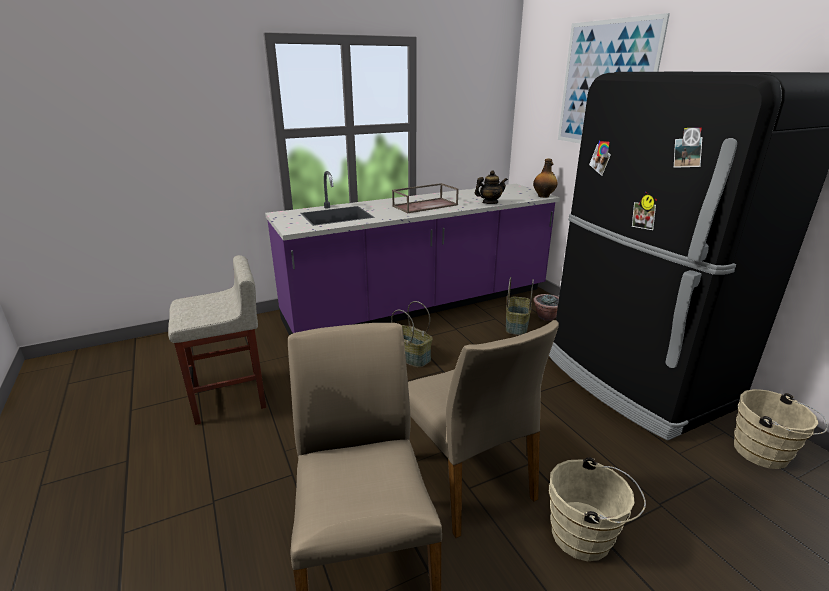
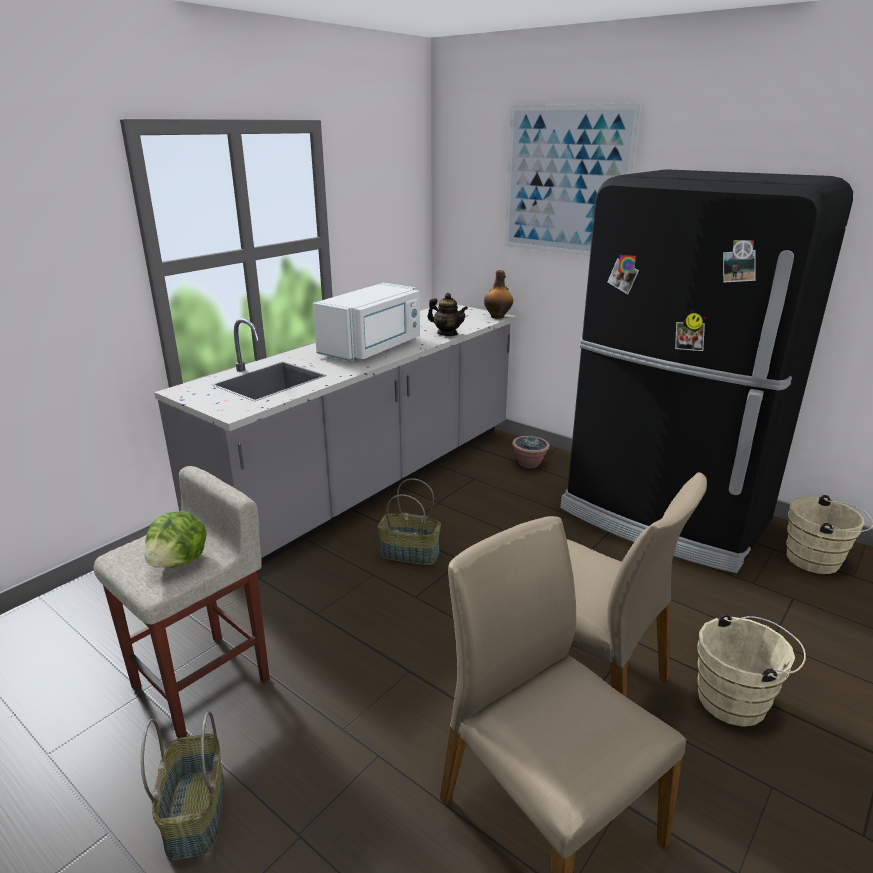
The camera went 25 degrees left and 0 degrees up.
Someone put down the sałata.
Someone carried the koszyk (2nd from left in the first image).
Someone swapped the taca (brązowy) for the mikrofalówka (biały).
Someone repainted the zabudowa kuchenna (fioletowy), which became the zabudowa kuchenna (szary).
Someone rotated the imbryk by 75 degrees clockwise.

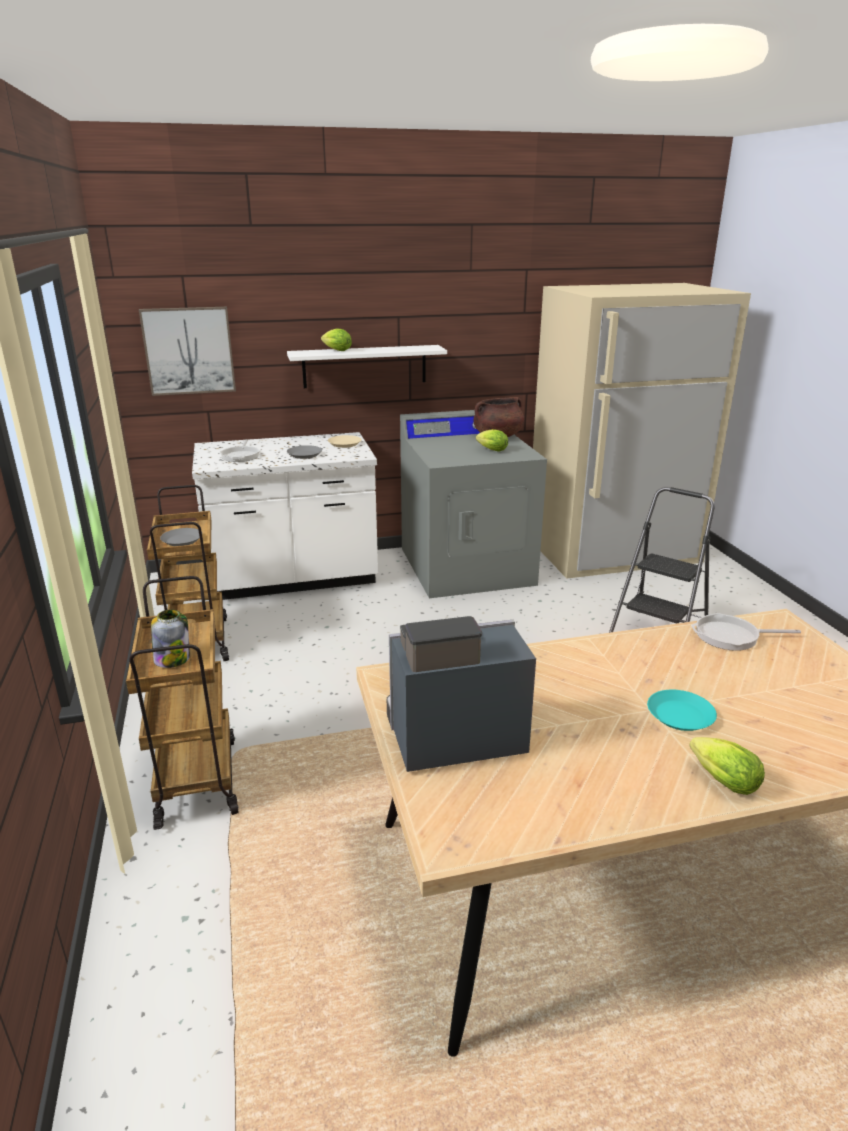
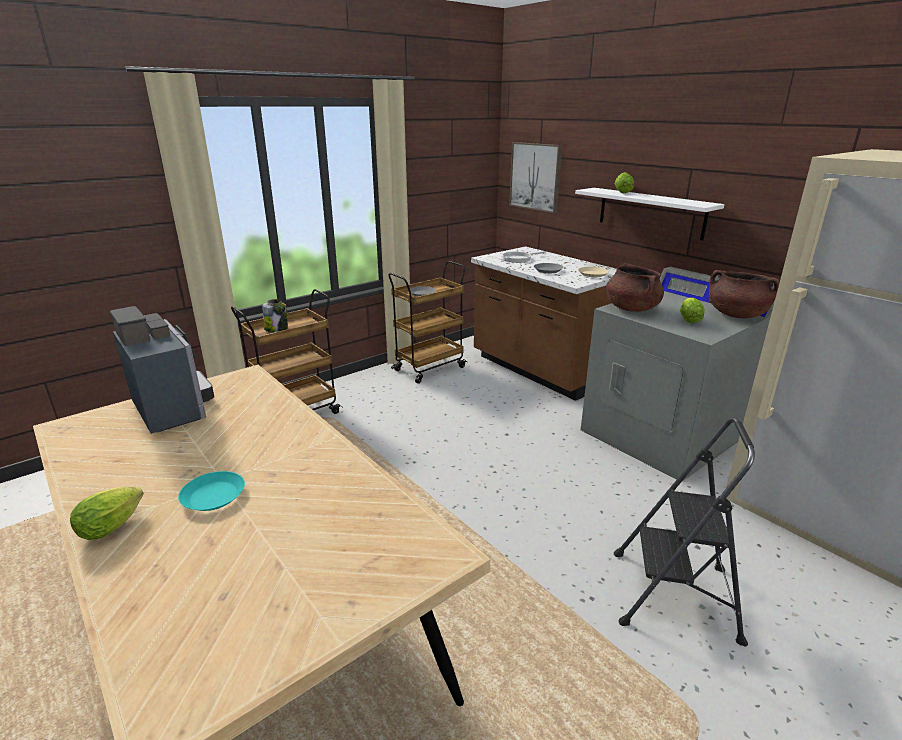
The camera went 65 degrees right and 0 degrees up.
Someone took away the patelnia (2nd from left).
Someone put down the garnek (brązowy) (1st from left).
Someone repainted the zabudowa kuchenna (biały), which became the zabudowa kuchenna (brązowy).

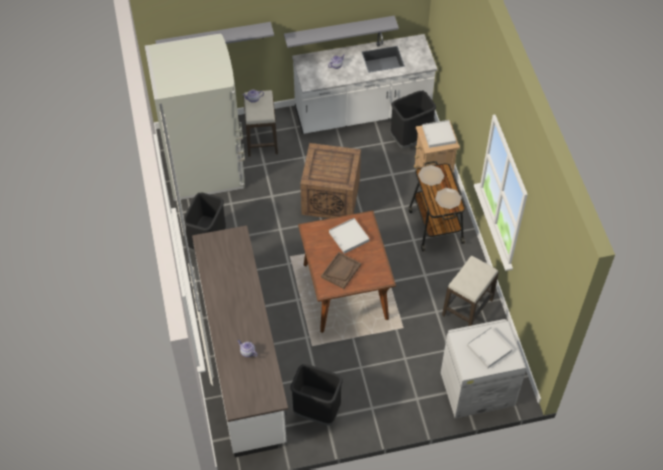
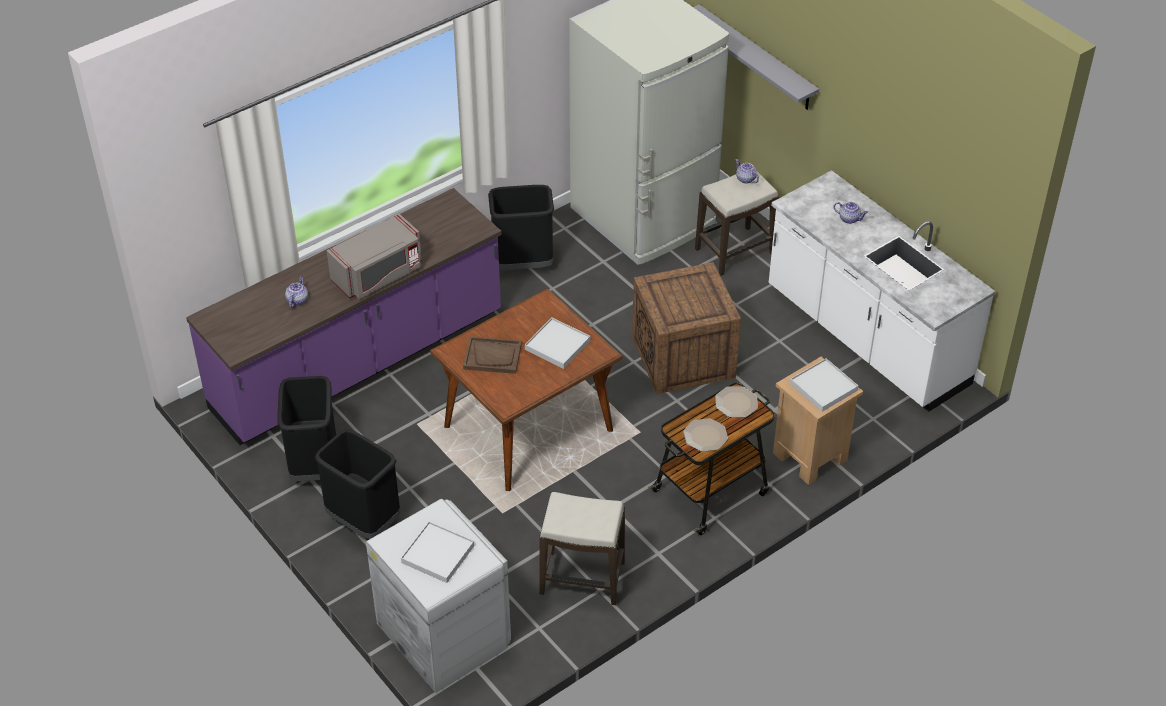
The camera went 65 degrees right and 10 degrees down.
Someone took away the półka (szary) (2nd from left).
Someone put down the mikrofalówka (szary).
Someone carried the kosz na śmieci (czarny) (3rd from left in the first image).
Someone repainted the zabudowa kuchenna (biały) (1st from left), which became the zabudowa kuchenna (fioletowy).

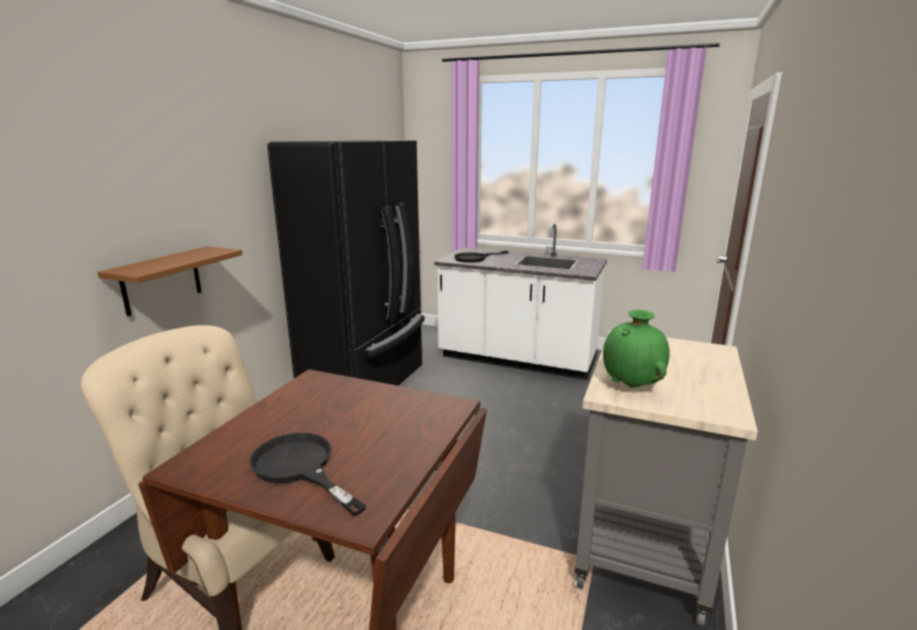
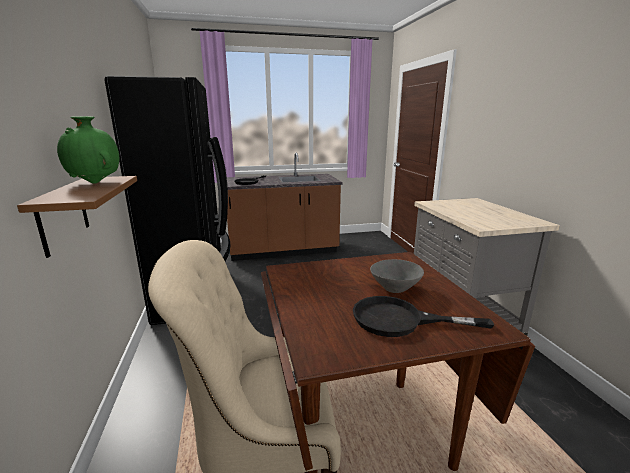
The camera went 35 degrees left and 0 degrees up.
Someone put down the miska (szary).
Someone carried the wazon (zielony).
Someone repainted the zabudowa kuchenna (biały), which became the zabudowa kuchenna (brązowy).

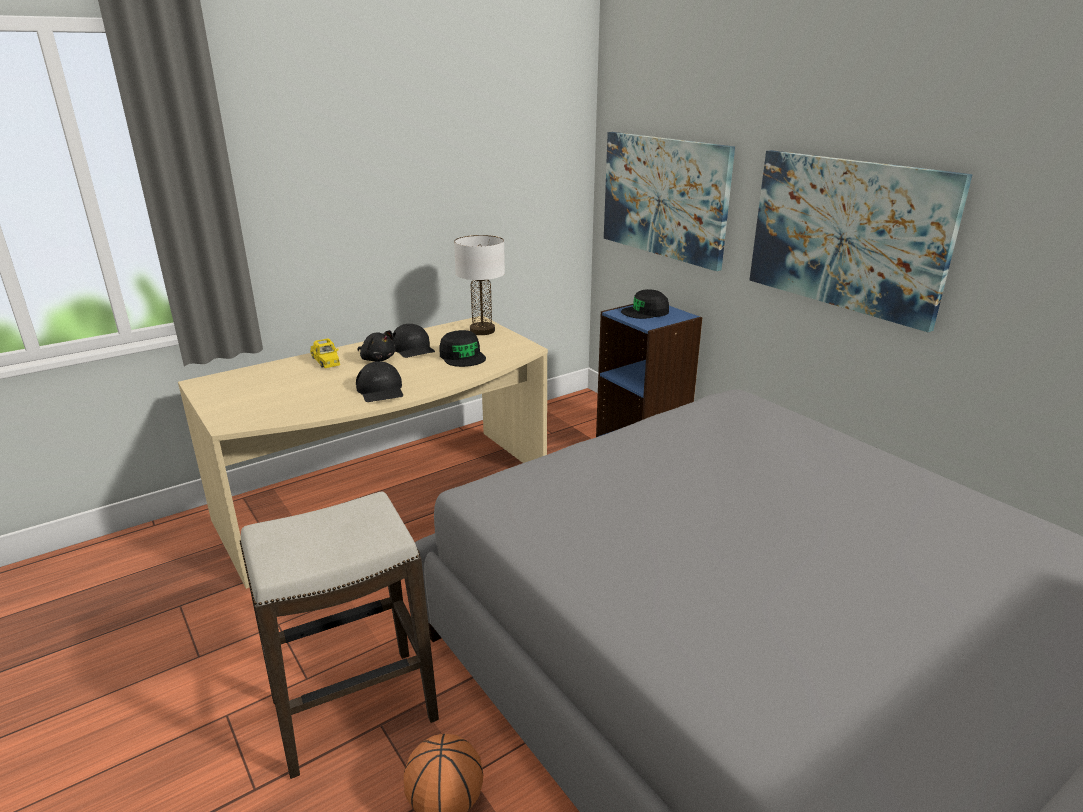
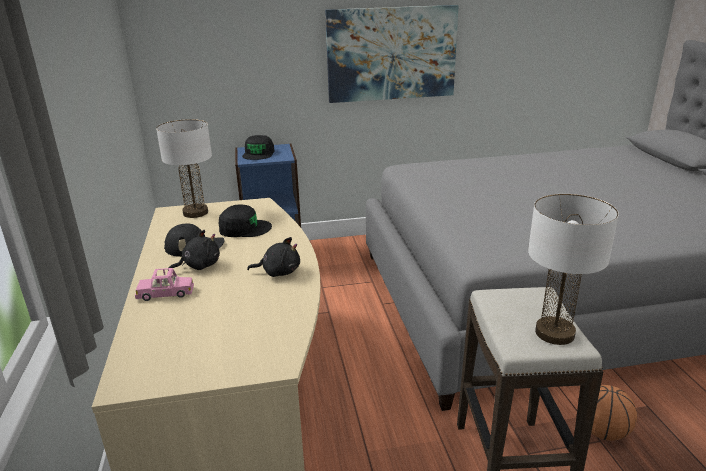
The camera went 65 degrees left and 0 degrees up.
Someone took away the obraz (1st from left).
Someone put down the lampa stołowa (2nd from left).
Someone swapped the czapka z daszkiem (czarny) (1st from left) for the pluszak (czarny) (2nd from left).
Someone repainted the samochodzik (żółty), which became the samochodzik (różowy).

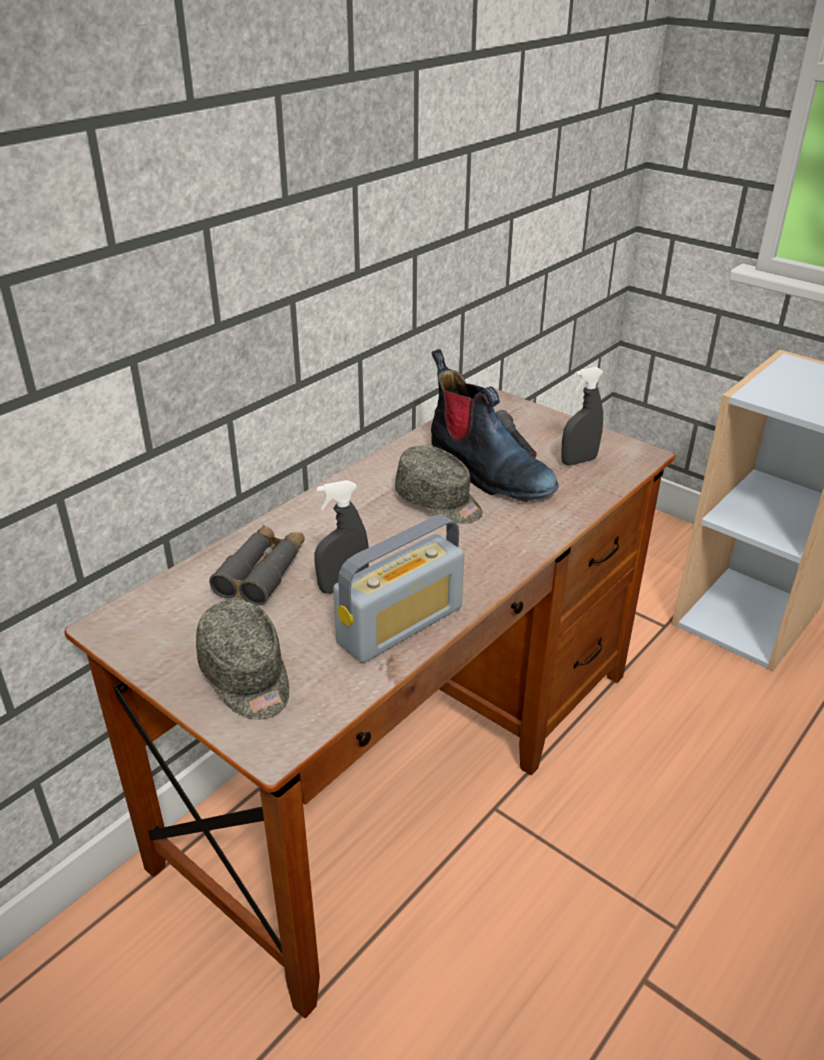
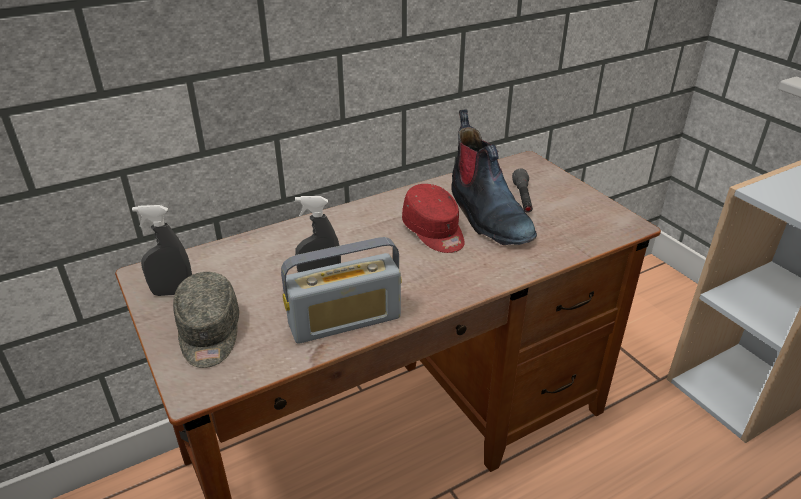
The camera went 20 degrees right and 0 degrees up.
Someone took away the lornetka (szary).
Someone carried the spryskiwacz (szary) (2nd from left in the first image).
Someone repainted the czapka z daszkiem (szary) (2nd from left), which became the czapka z daszkiem (czerwony).

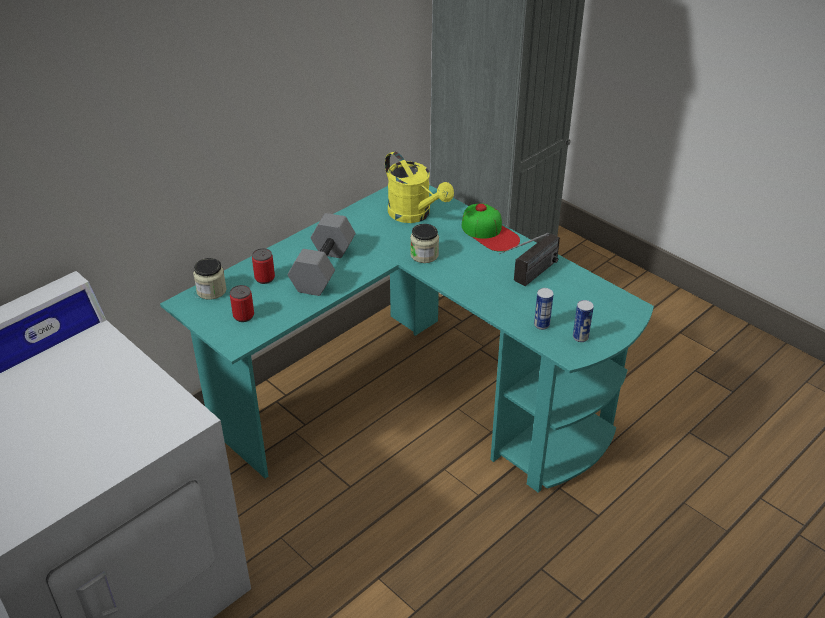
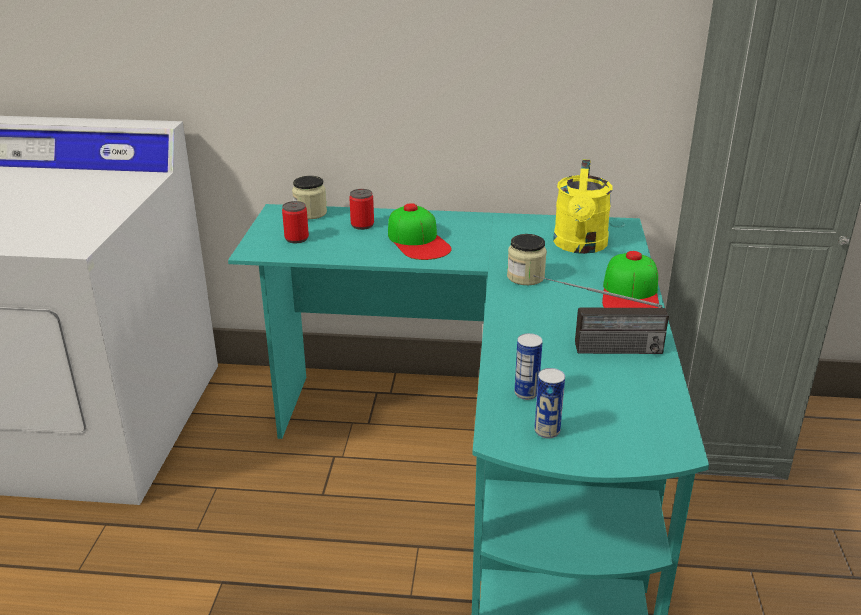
The camera went 50 degrees right and 10 degrees down.
Someone swapped the hantel (szary) for the czapka z daszkiem (1st from left).

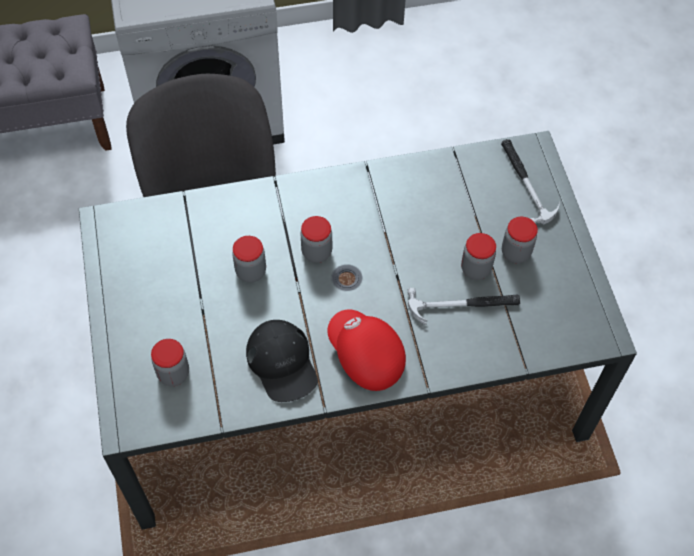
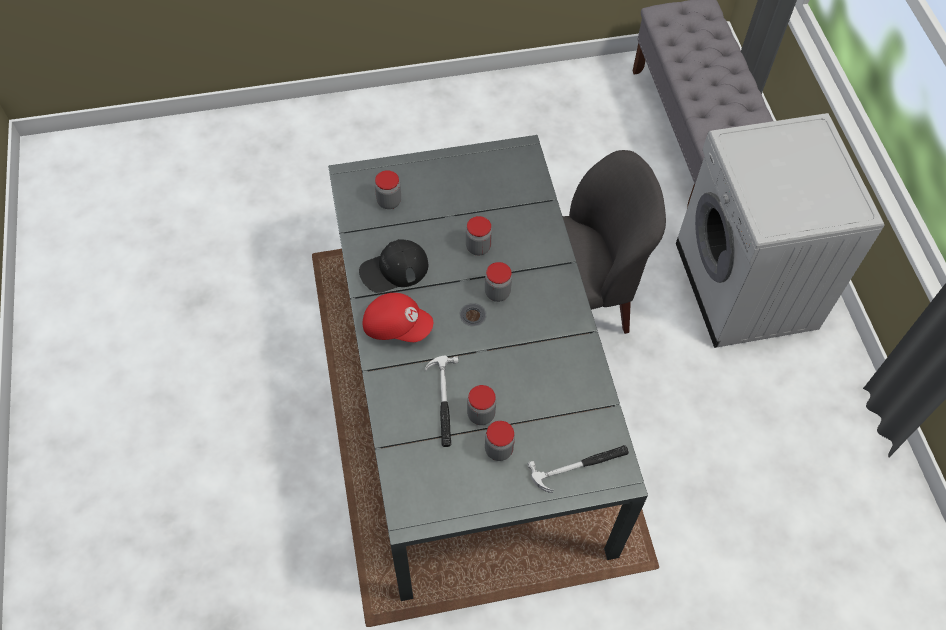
The camera went 90 degrees right and 0 degrees up.
Someone rotated the czapka z daszkiem (czerwony) by 60 degrees clockwise.

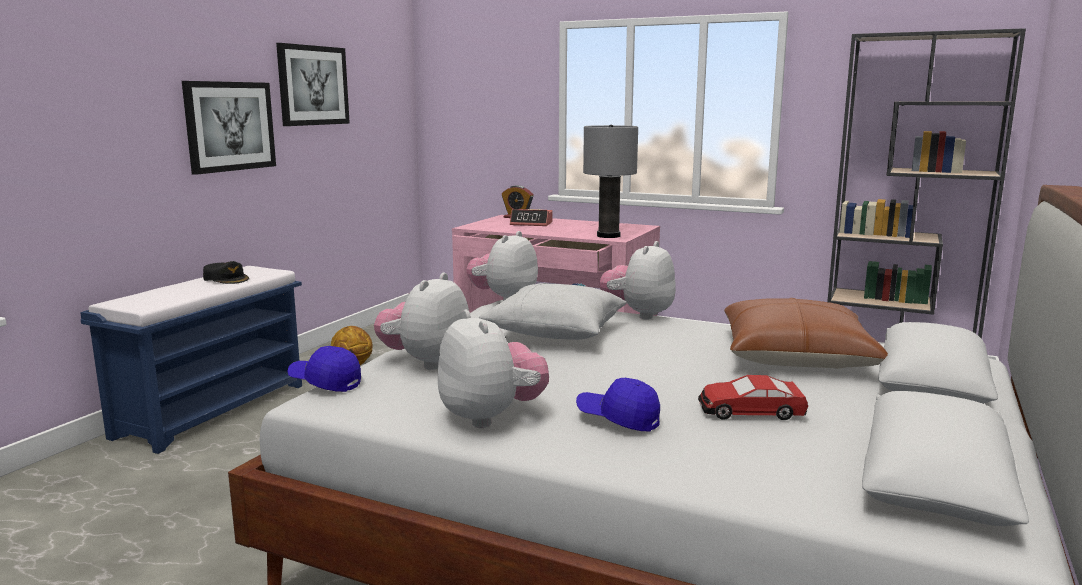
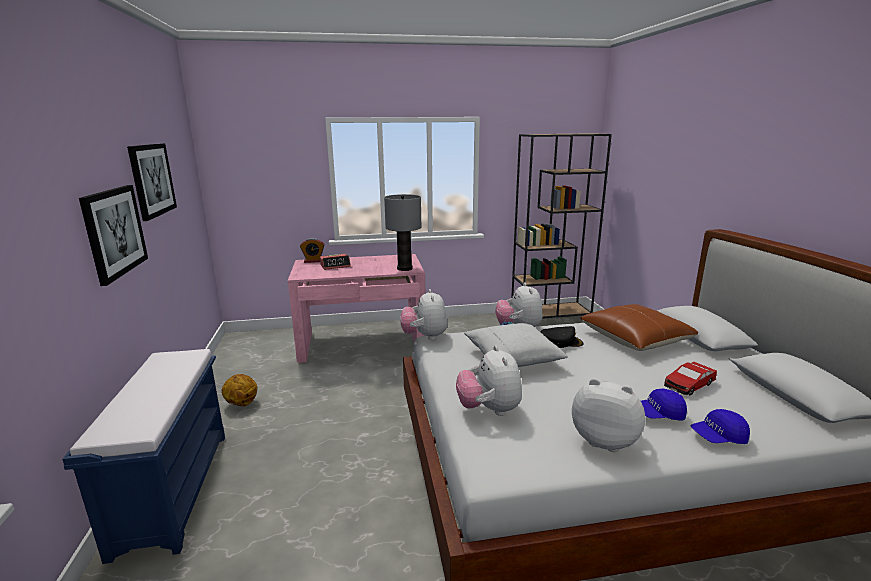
The camera went 35 degrees left and 5 degrees up.
Someone carried the czapka z daszkiem (czarny).
Someone carried the czapka z daszkiem (niebieski) (1st from left in the first image).

